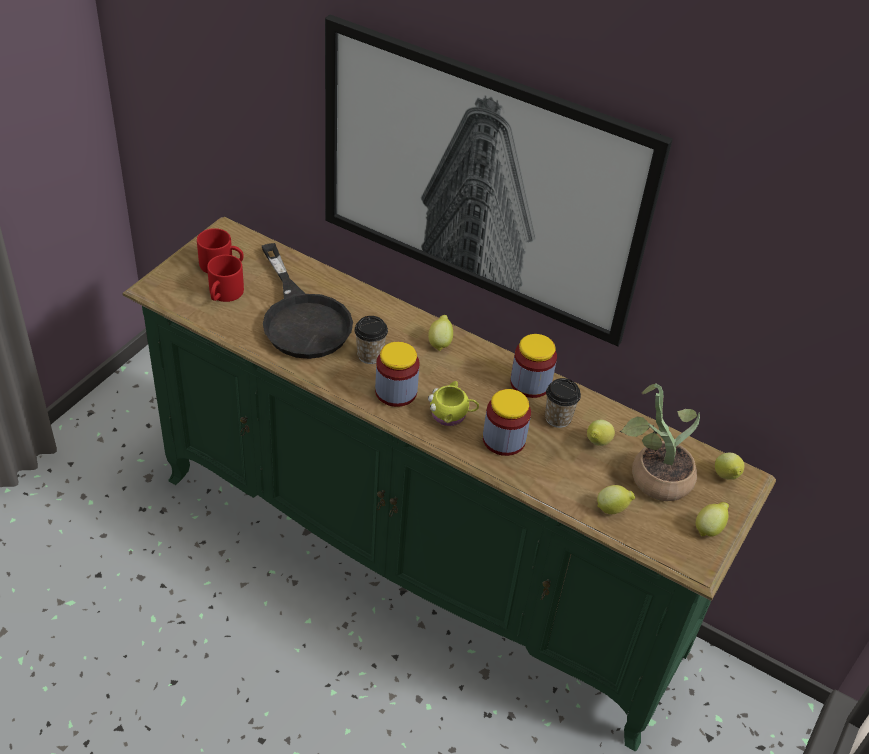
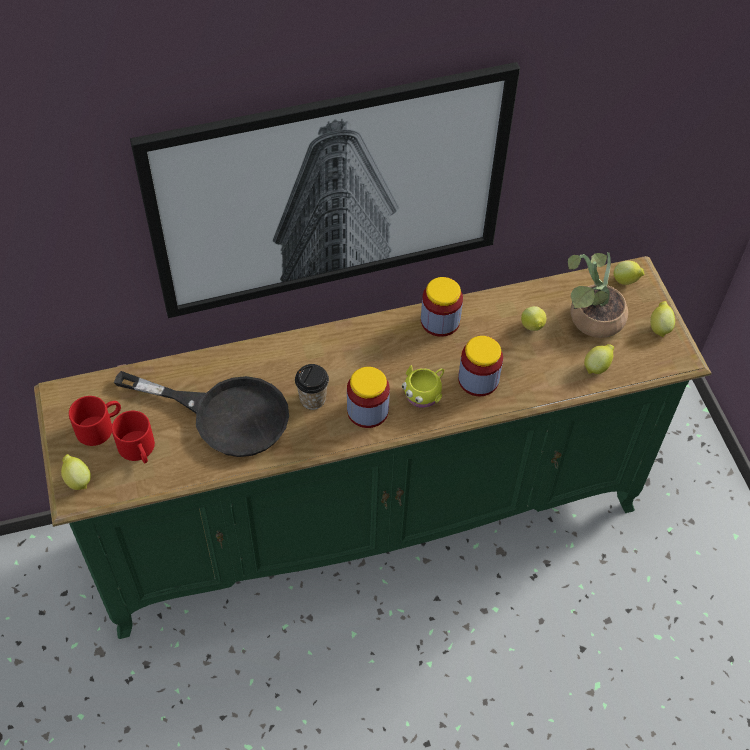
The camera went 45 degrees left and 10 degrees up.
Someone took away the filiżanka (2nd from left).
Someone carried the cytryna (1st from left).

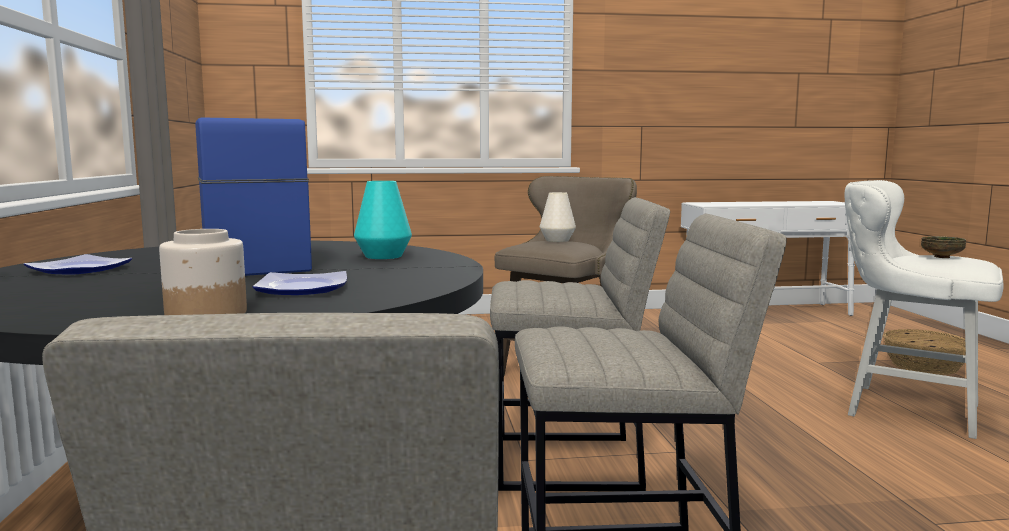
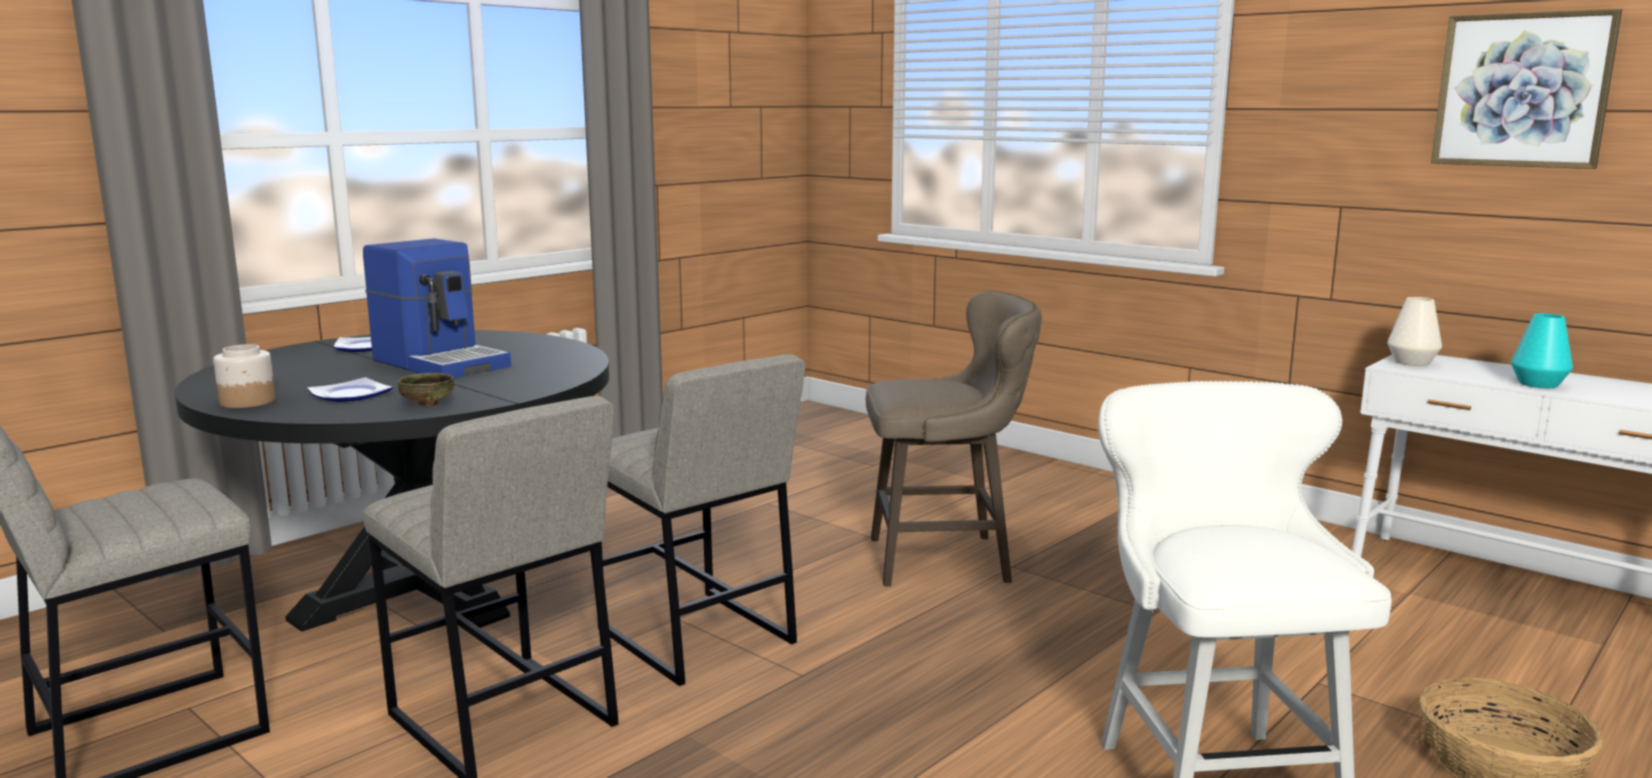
The camera went 50 degrees right and 5 degrees up.
Someone put up the obraz.
Someone carried the wazon (turkusowy).
Someone carried the wazon (biały).
Someone carried the miska.
Someone rotated the ekspres do kawy by 105 degrees clockwise.

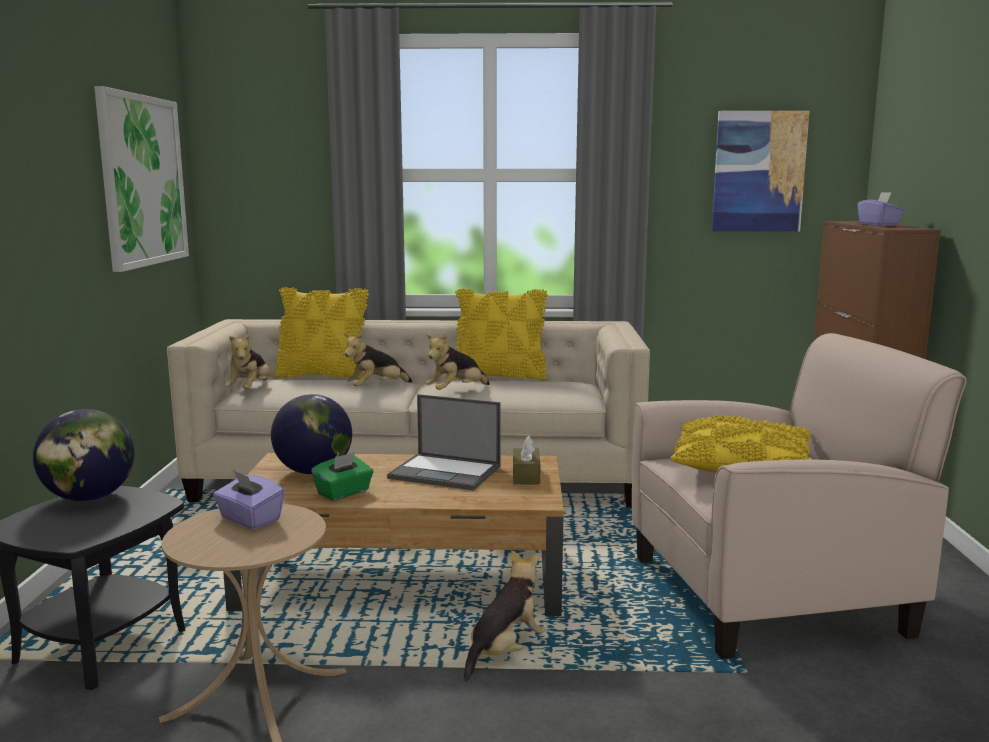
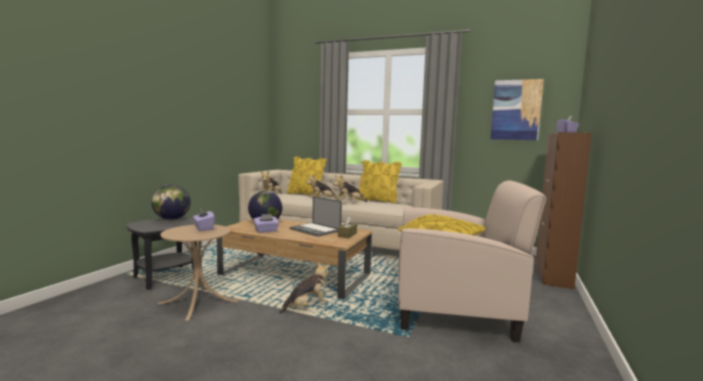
The camera went 20 degrees right and 5 degrees down.
Someone took away the obraz (1st from left).
Someone repainted the pudełko chusteczek (zielony), which became the pudełko chusteczek (fioletowy) (2nd from left).

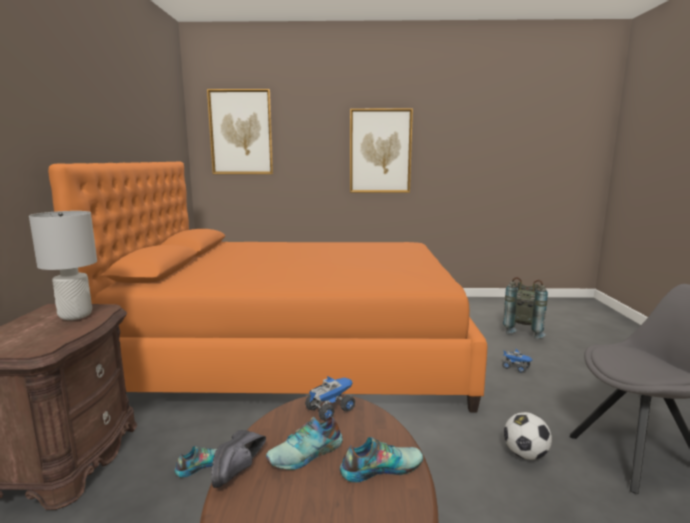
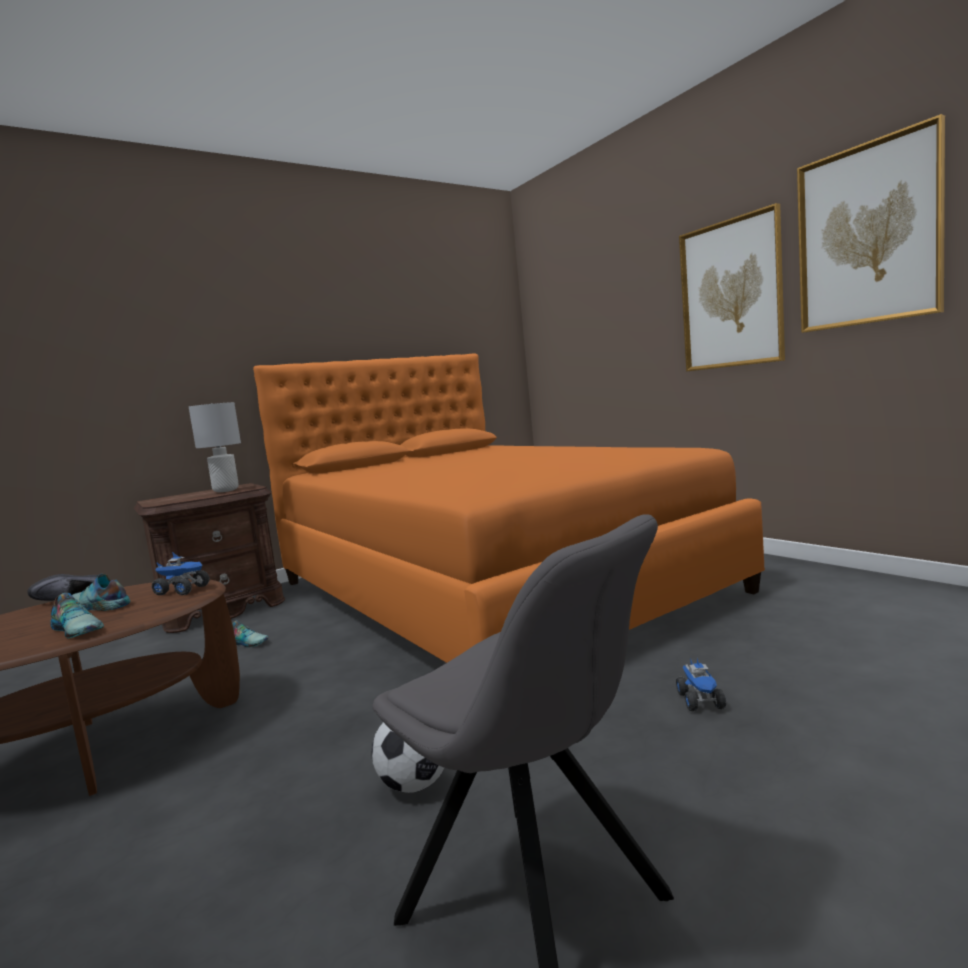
The camera went 55 degrees right and 5 degrees down.
Someone took away the plecak (szary).
Someone carried the obraz (1st from left in the first image).

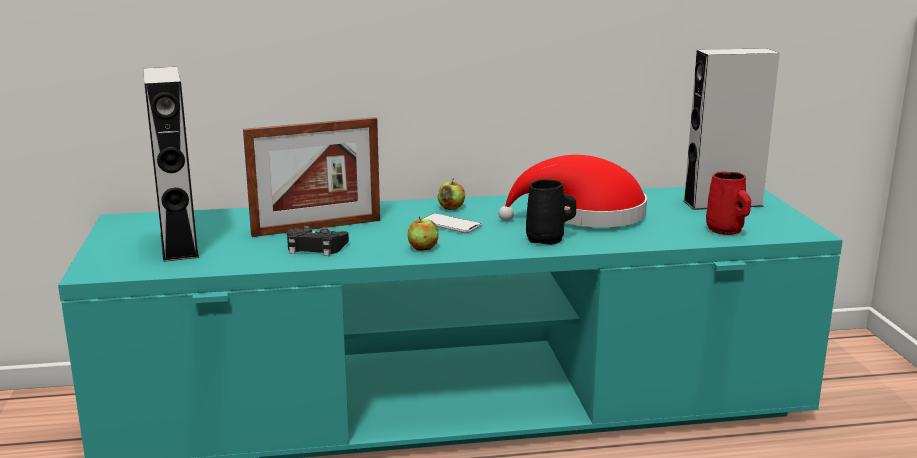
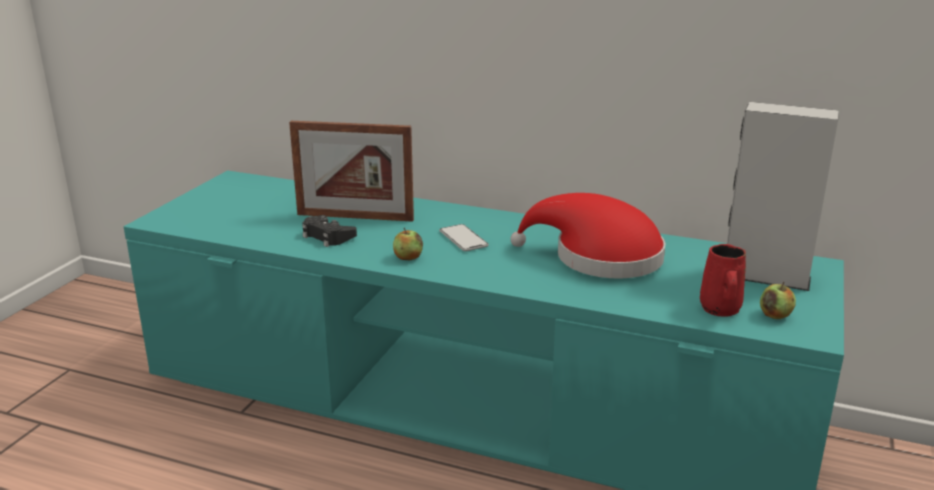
The camera went 30 degrees right and 5 degrees up.
Someone took away the głośnik (szary) (1st from left).
Someone took away the kubek (czarny).
Someone carried the jabłko (2nd from left).

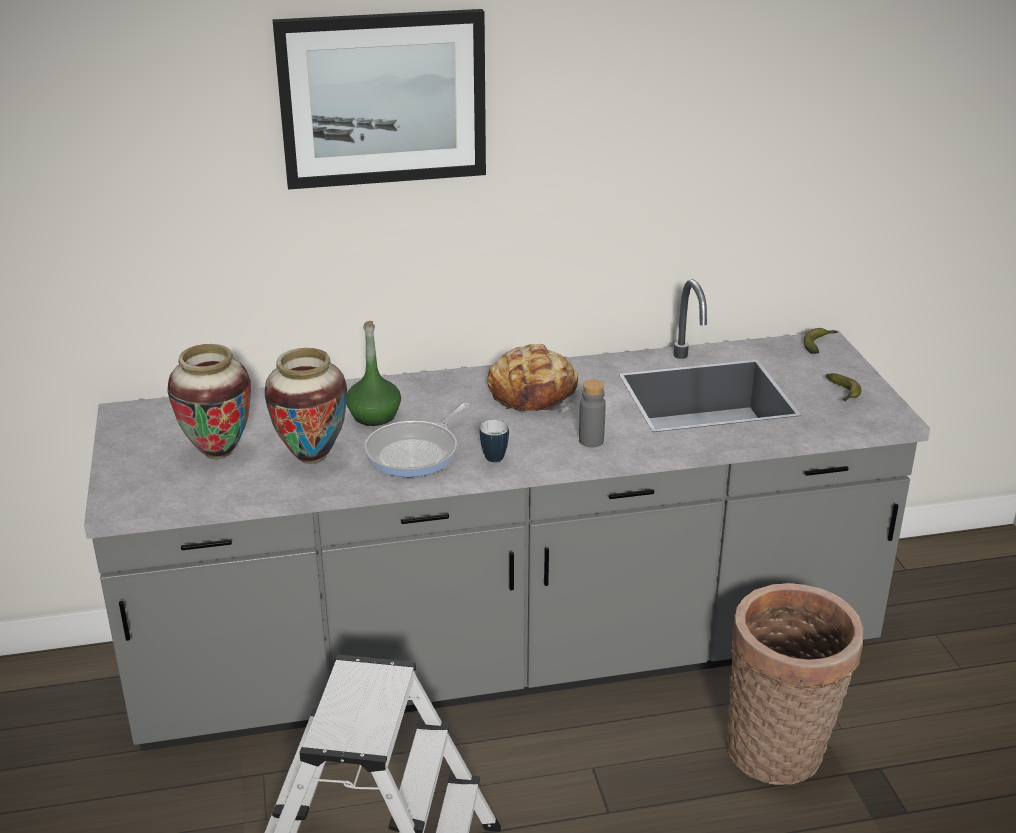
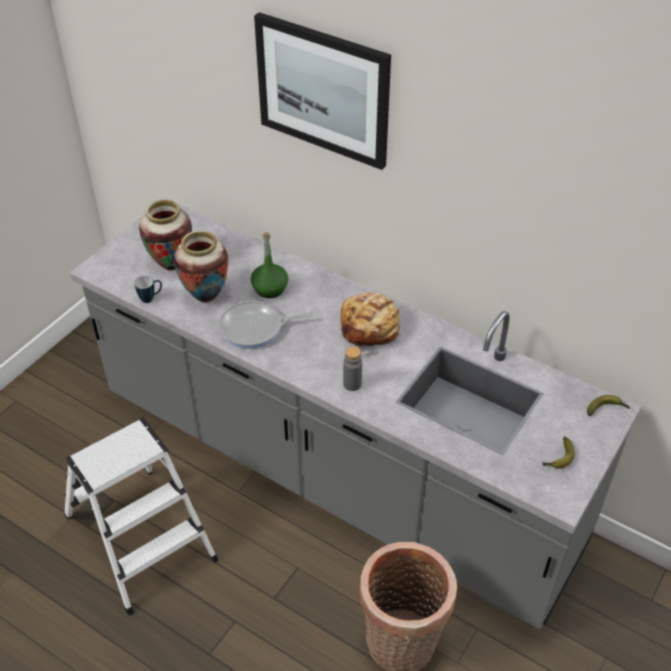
The camera went 45 degrees right and 15 degrees up.
Someone carried the kubek.

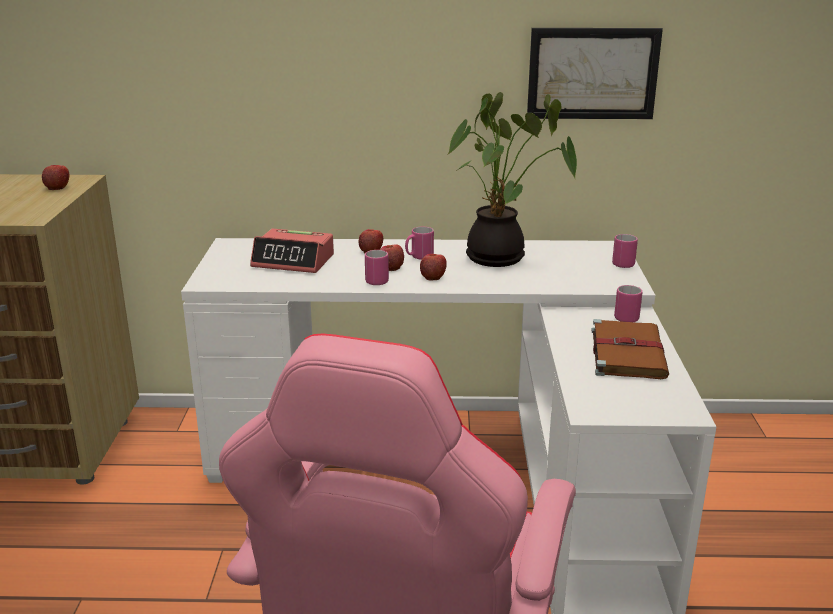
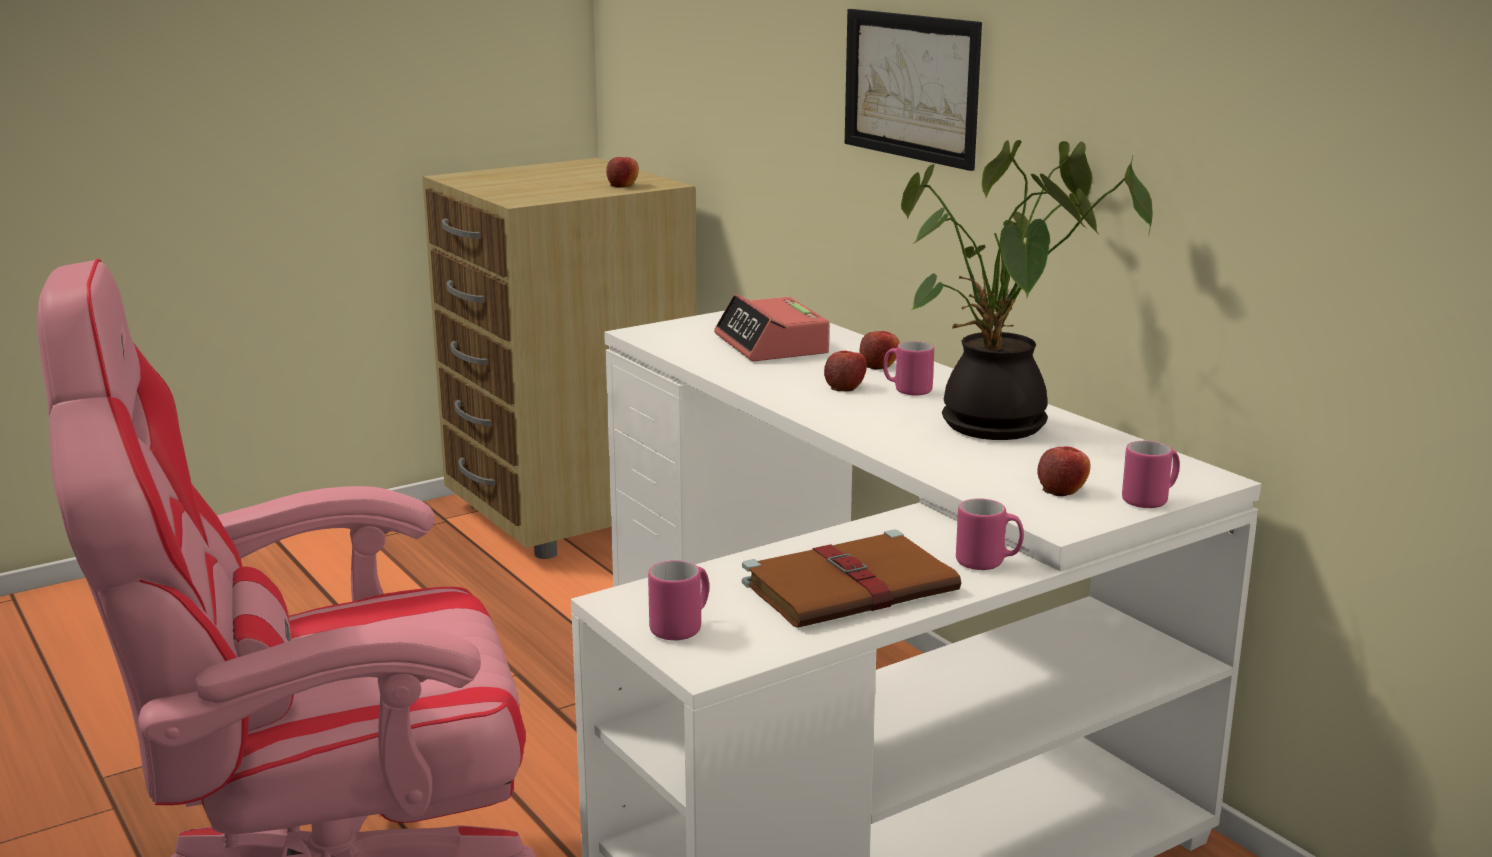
The camera went 55 degrees right and 5 degrees down.
Someone carried the kubek (różowy) (1st from left).
Someone carried the jabłko (4th from left).
Someone carried the obraz.

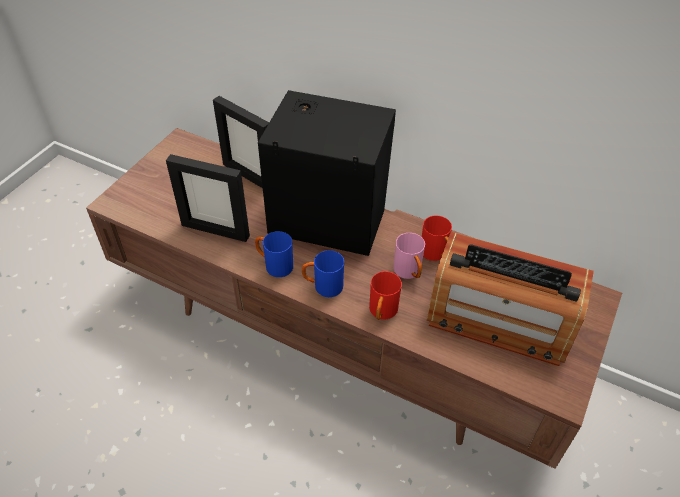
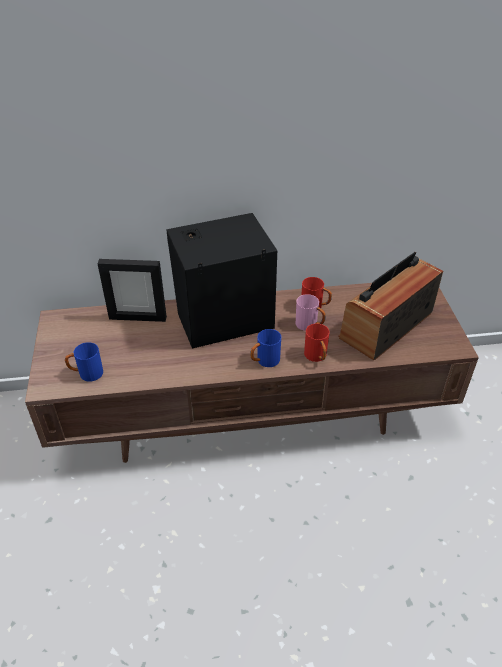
The camera went 35 degrees left and 5 degrees down.
Someone took away the ramka na zdjęcie (1st from left).
Someone carried the kubek (niebieski) (1st from left).
Someone rotated the radio by 150 degrees clockwise.

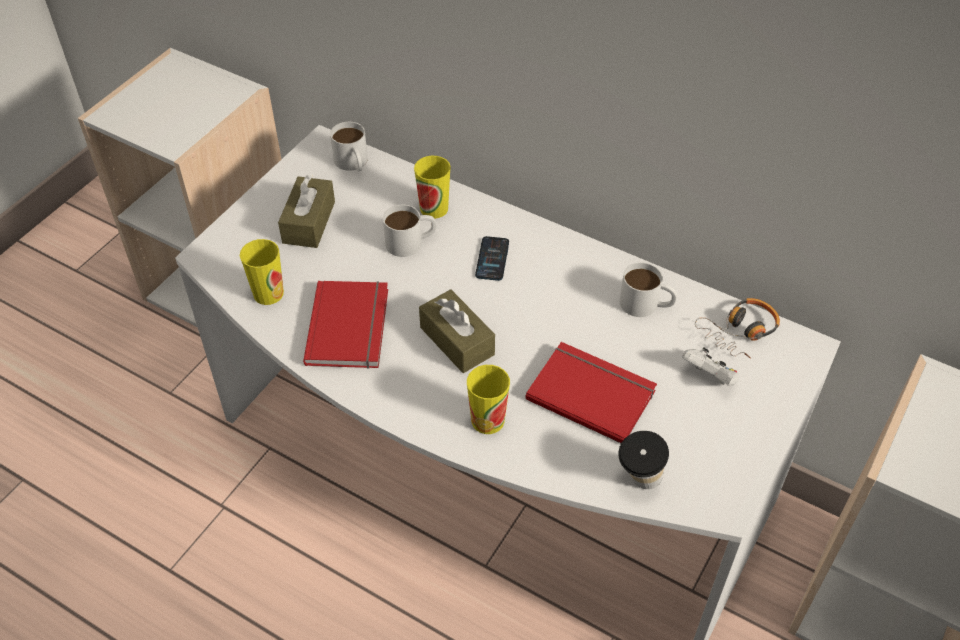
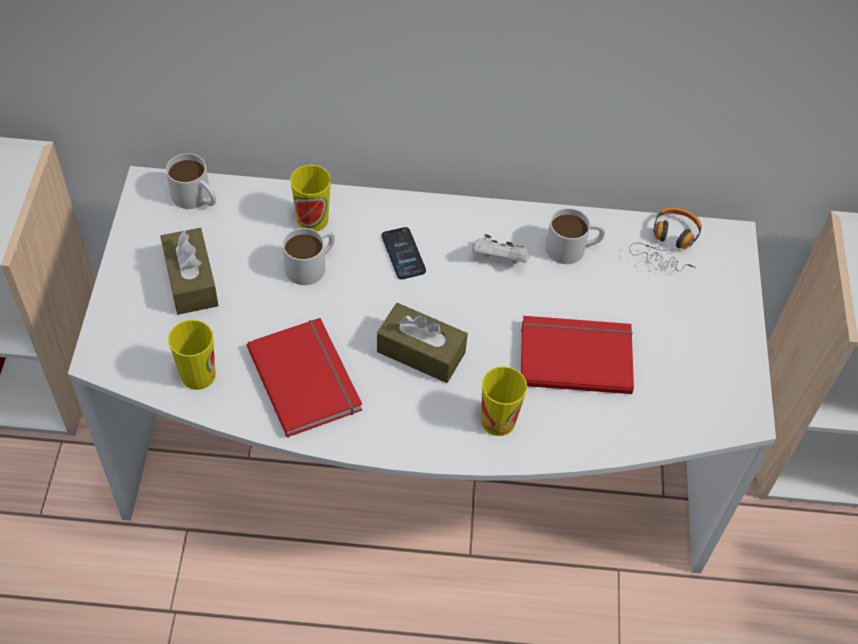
The camera went 30 degrees left and 5 degrees up.
Someone took away the filiżanka (4th from left).
Someone carried the pad do gier (biały).

